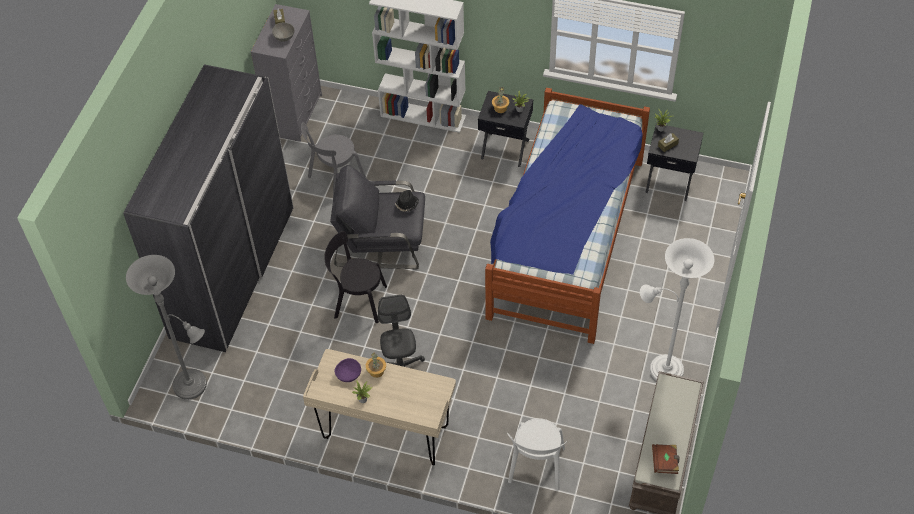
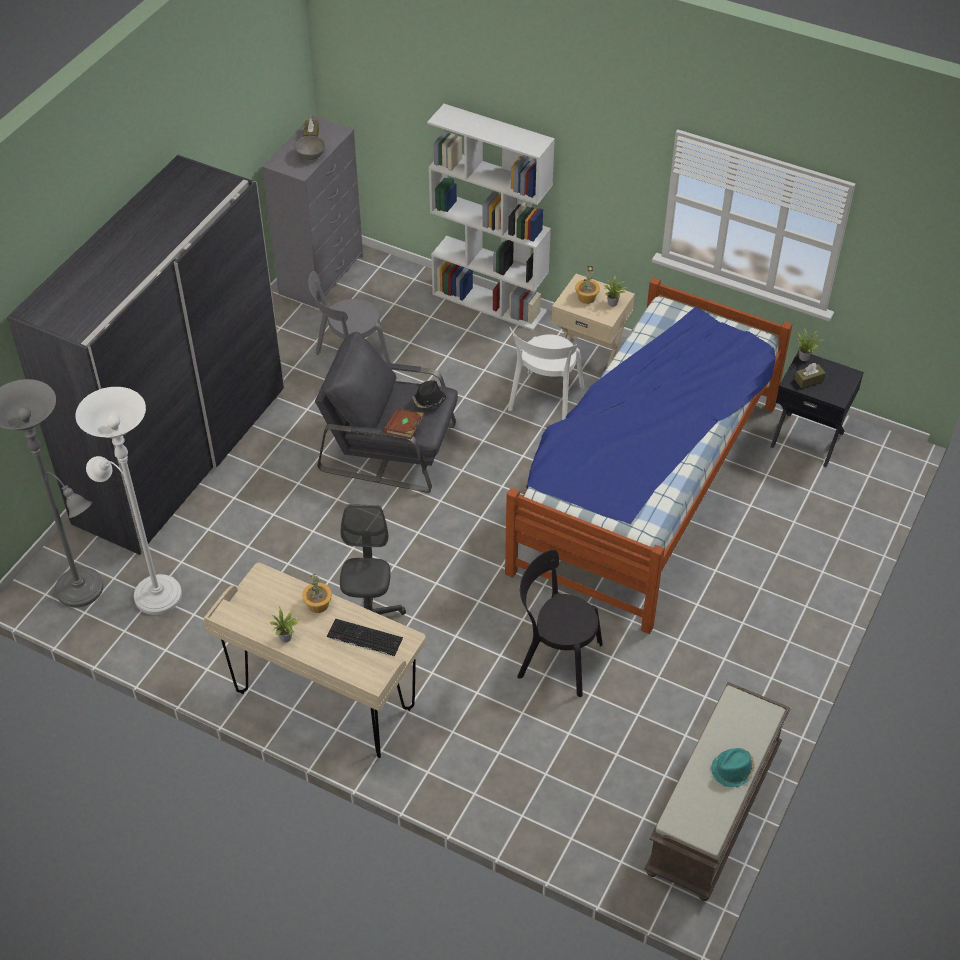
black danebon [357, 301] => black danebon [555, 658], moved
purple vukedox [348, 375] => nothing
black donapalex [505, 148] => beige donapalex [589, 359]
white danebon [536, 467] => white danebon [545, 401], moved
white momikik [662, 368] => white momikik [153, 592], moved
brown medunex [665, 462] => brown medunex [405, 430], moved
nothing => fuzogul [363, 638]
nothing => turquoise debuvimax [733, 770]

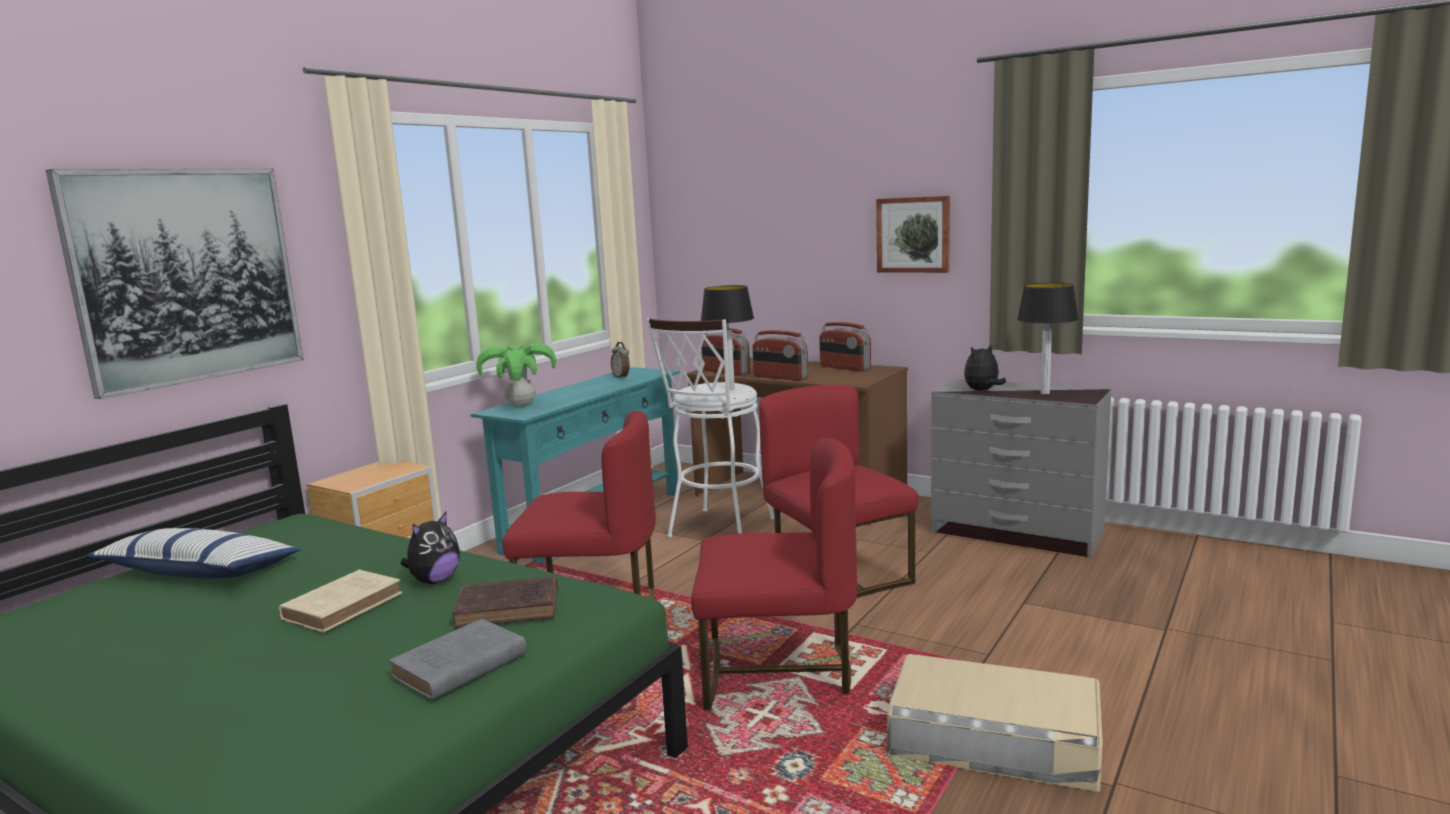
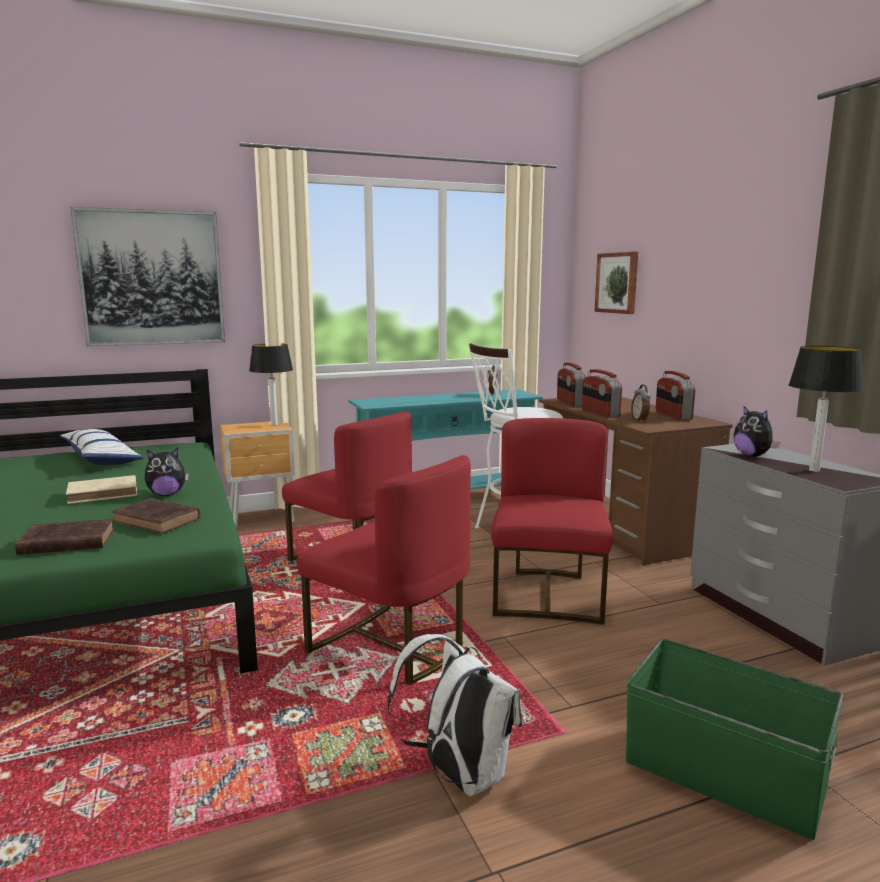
grey medunex [456, 667] => brown medunex [65, 542]
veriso [521, 405] => nothing
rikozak [730, 388] => rikozak [274, 425], moved
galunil [913, 234] => galunil [617, 283], moved
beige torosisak [994, 739] => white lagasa [459, 775]
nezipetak [982, 391] => nezipetak [752, 456], 120 degrees counterclockwise
nothing => green torosisak [723, 773]
nothing => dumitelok [640, 420]

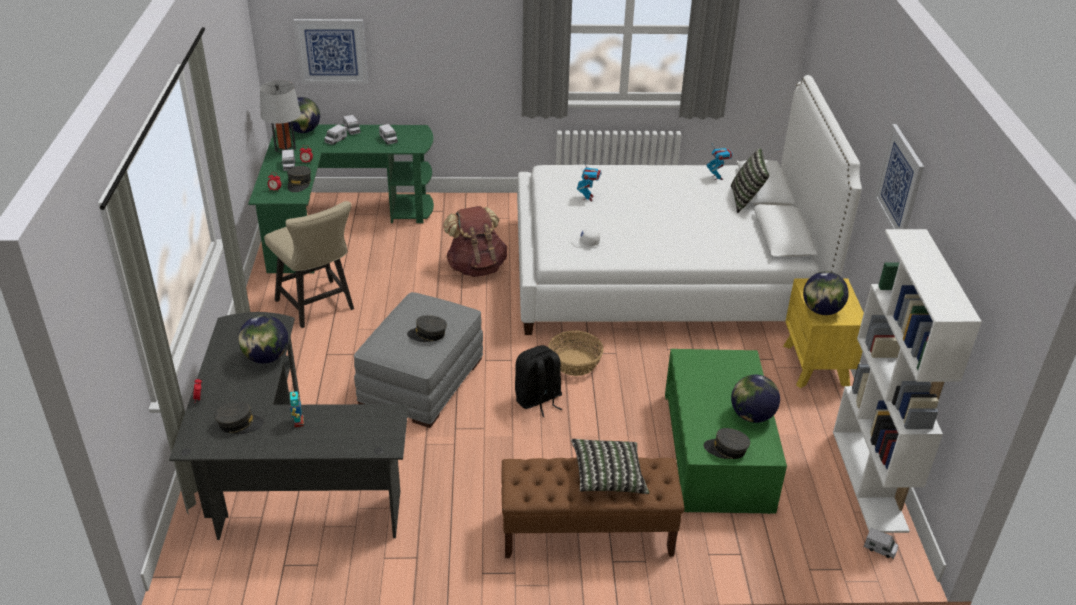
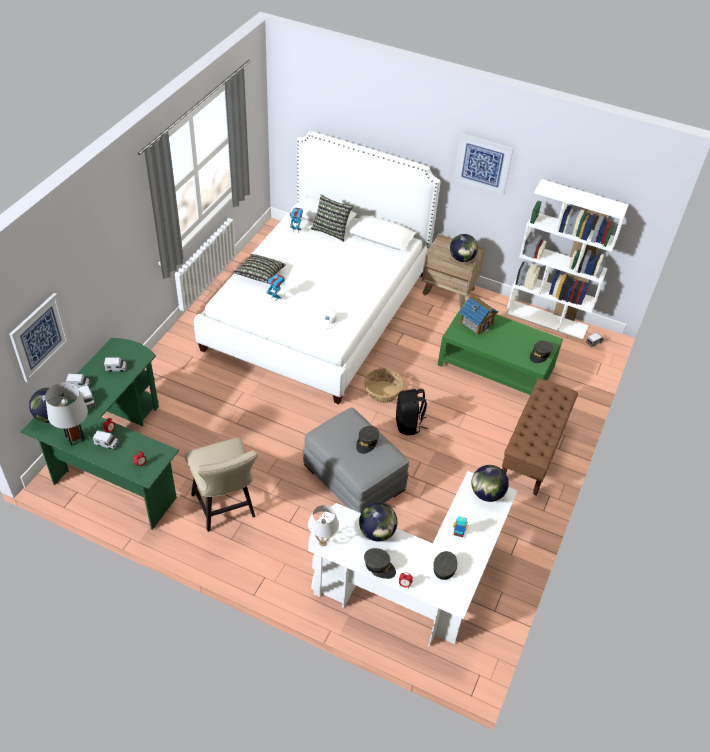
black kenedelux [284, 479] => white kenedelux [414, 588]
beige danebon [318, 307] => beige danebon [226, 509], 75 degrees clockwise
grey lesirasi [299, 183] => grey lesirasi [379, 566], moved
brown lagasa [476, 267] => nothing
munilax [608, 476] => munilax [259, 275], moved
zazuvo [751, 416] => zazuvo [486, 494], moved
yellow donapalex [816, 365] => brown donapalex [449, 291]
nothing => white rikozak [322, 543]
nothing => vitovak [476, 323]

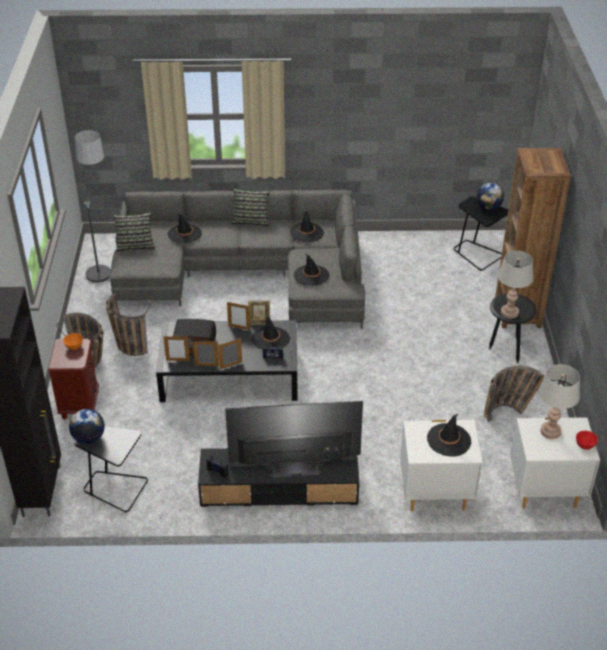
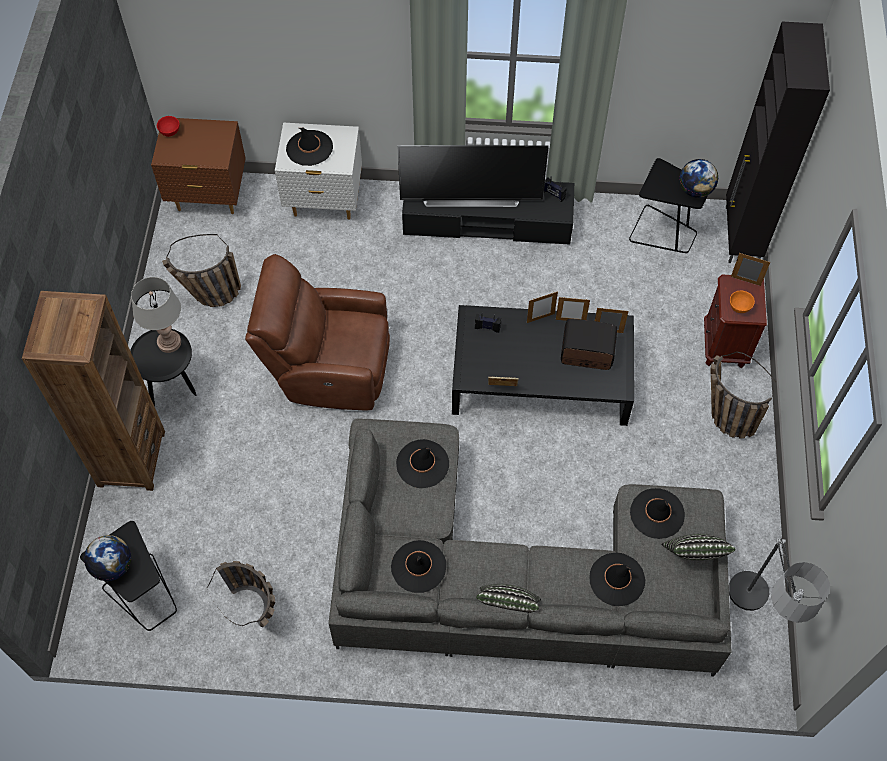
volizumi [127, 344] => volizumi [259, 611], moved
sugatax [239, 327] => sugatax [745, 281], moved
black debuvimax [270, 339] => black debuvimax [657, 514], moved
white donapalex [545, 492] => brown donapalex [209, 196]
grey rikozak [550, 431] => nothing
nothing => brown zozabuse [328, 367]

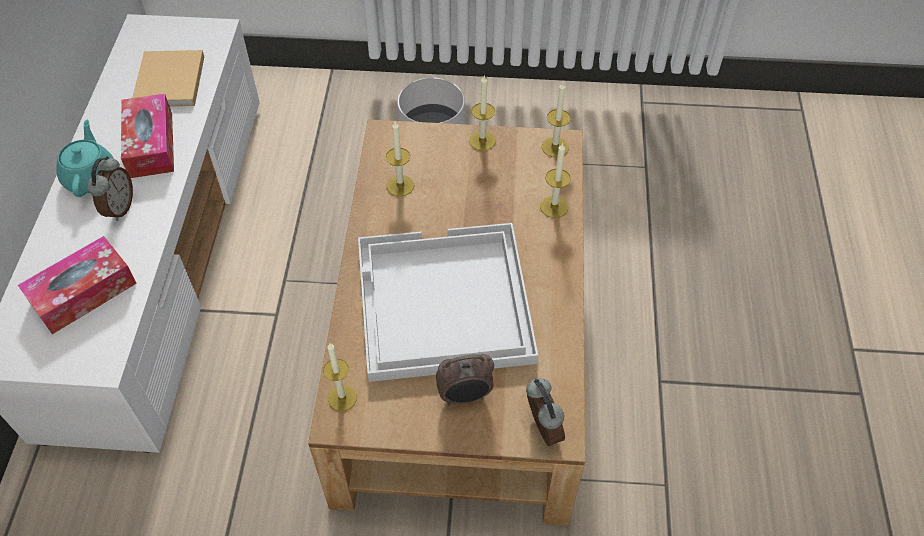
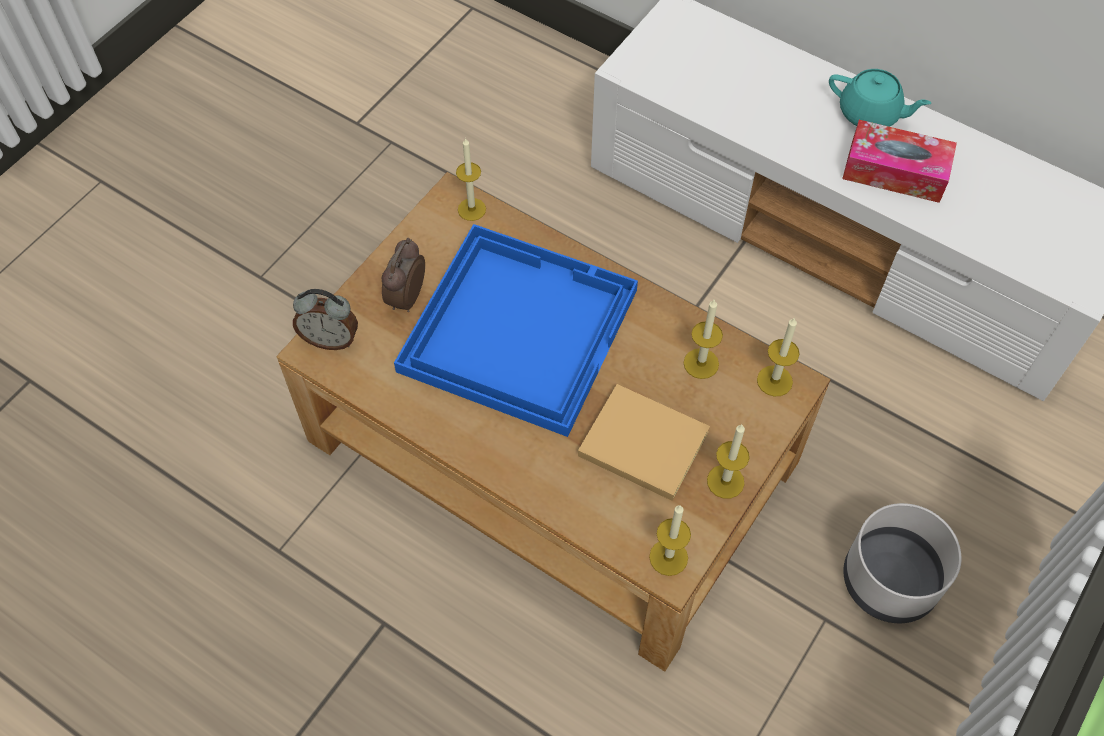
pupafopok [83, 293] => nothing
dumitelok [119, 208] => nothing
beige medunex [169, 83] => beige medunex [640, 442], moved
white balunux [442, 304] => blue balunux [517, 328]
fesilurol [554, 207] => fesilurol [774, 381], moved

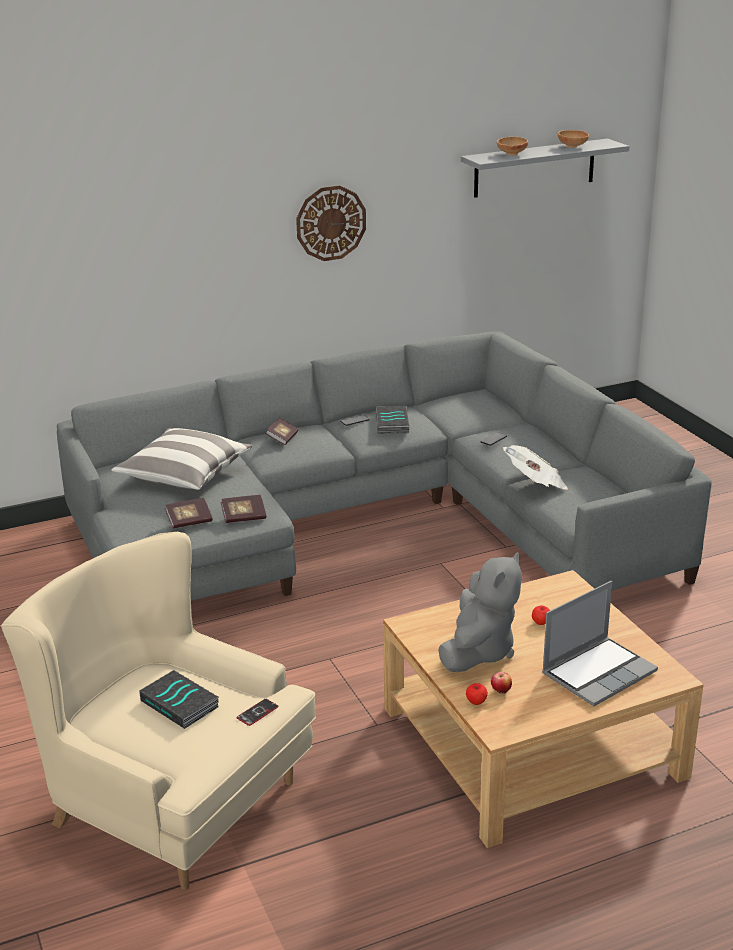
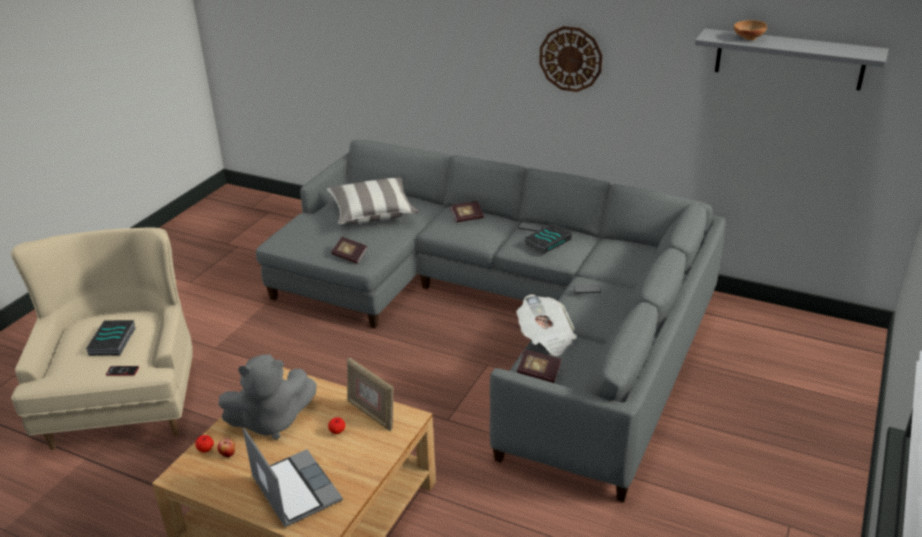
medunex [189, 521] => medunex [539, 373], moved
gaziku [598, 672] => gaziku [294, 489], 135 degrees counterclockwise
brown vukedox [572, 147] => nothing
nothing => sugatax [371, 414]

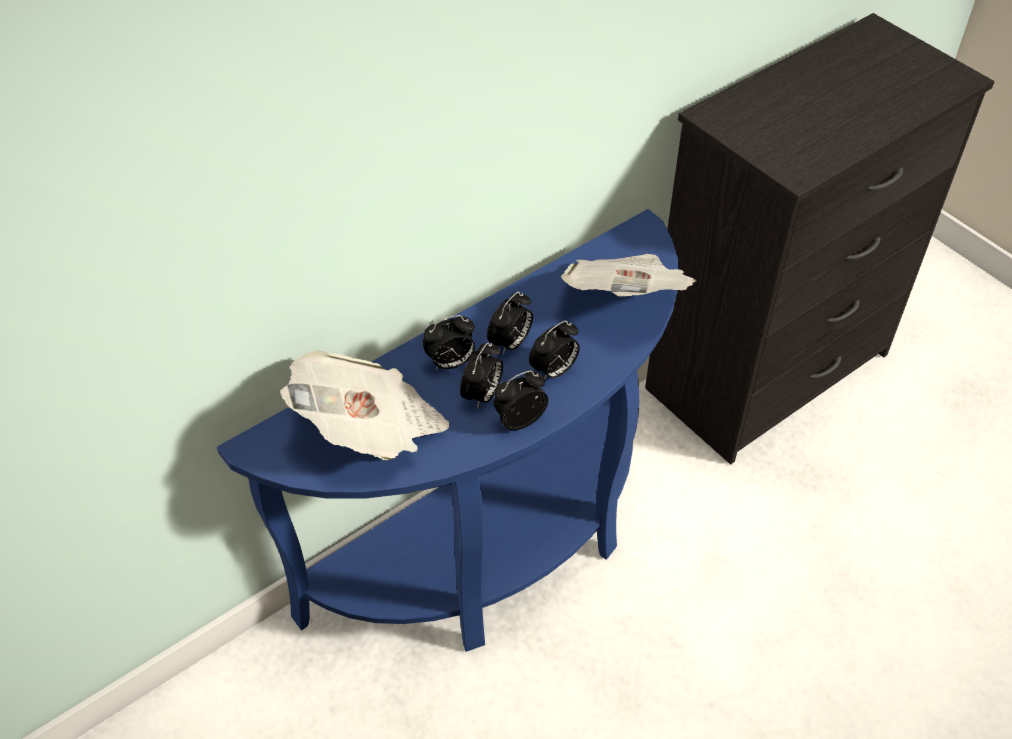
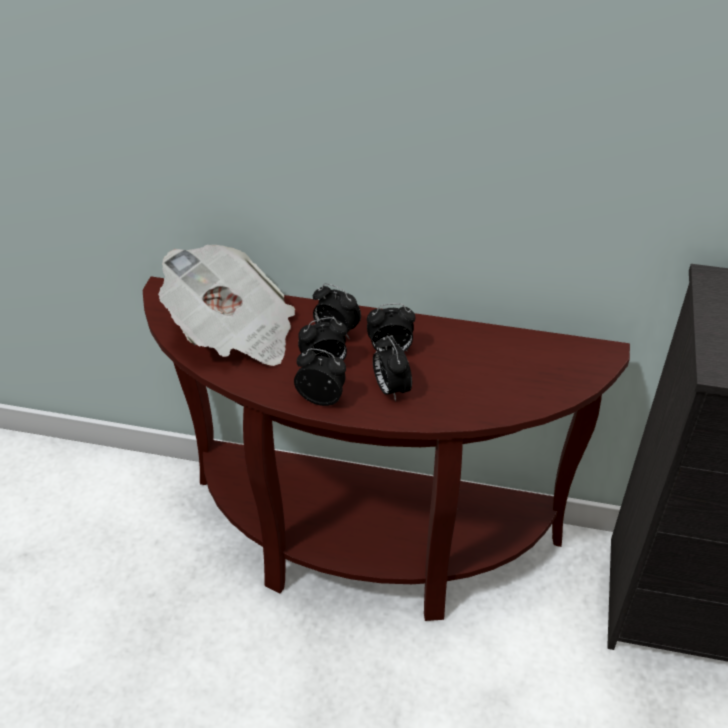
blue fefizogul [498, 548] => brown fefizogul [366, 546]
dumitelok [554, 371] => dumitelok [390, 389], 60 degrees clockwise
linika [626, 300] => nothing

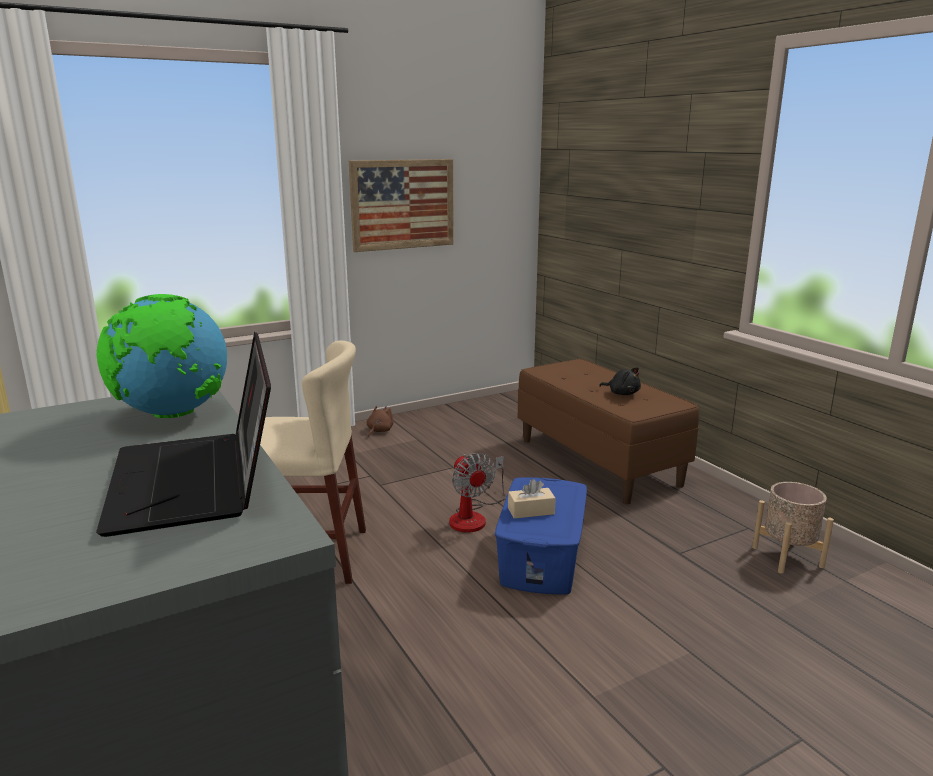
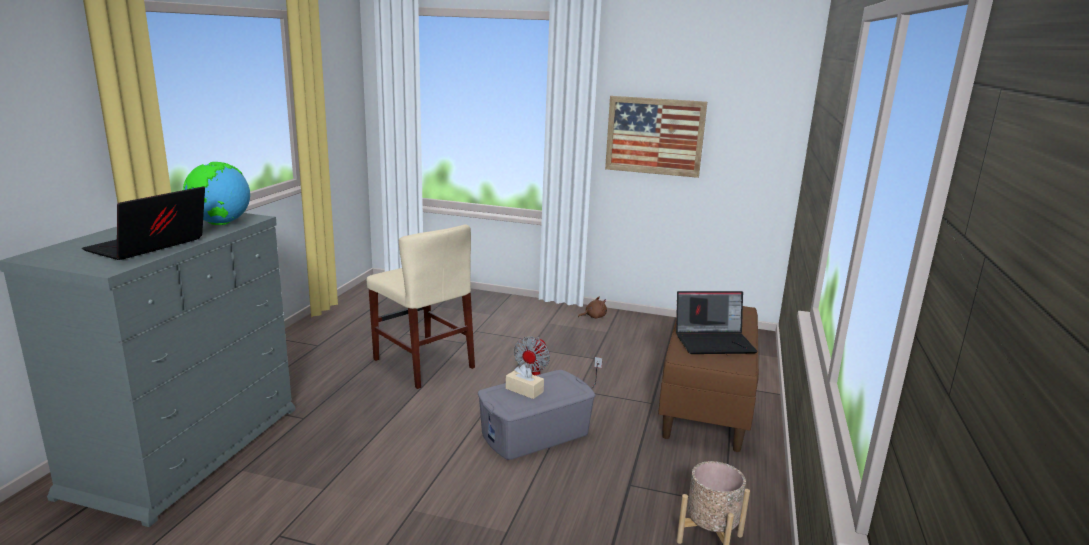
blue torosisak [542, 557] => grey torosisak [535, 434]
black nezipetak [622, 393] => gaziku [714, 342]

